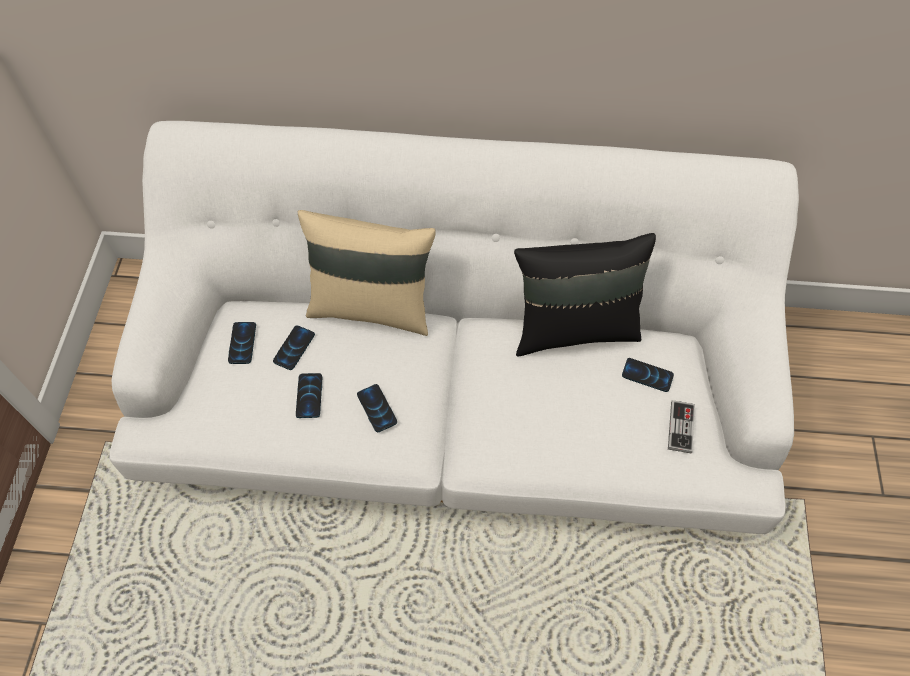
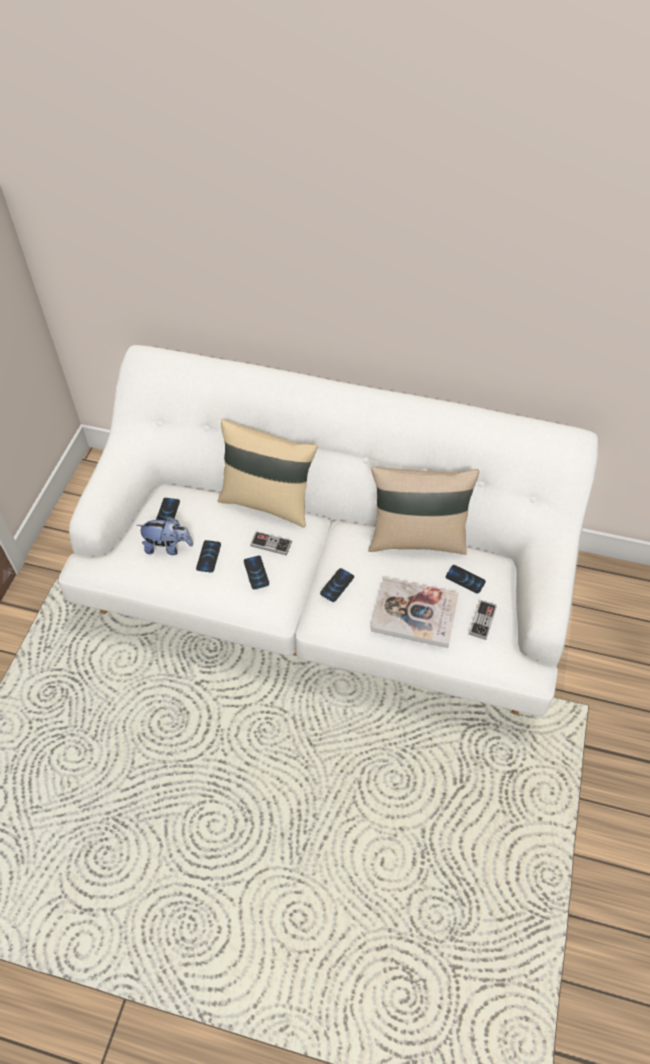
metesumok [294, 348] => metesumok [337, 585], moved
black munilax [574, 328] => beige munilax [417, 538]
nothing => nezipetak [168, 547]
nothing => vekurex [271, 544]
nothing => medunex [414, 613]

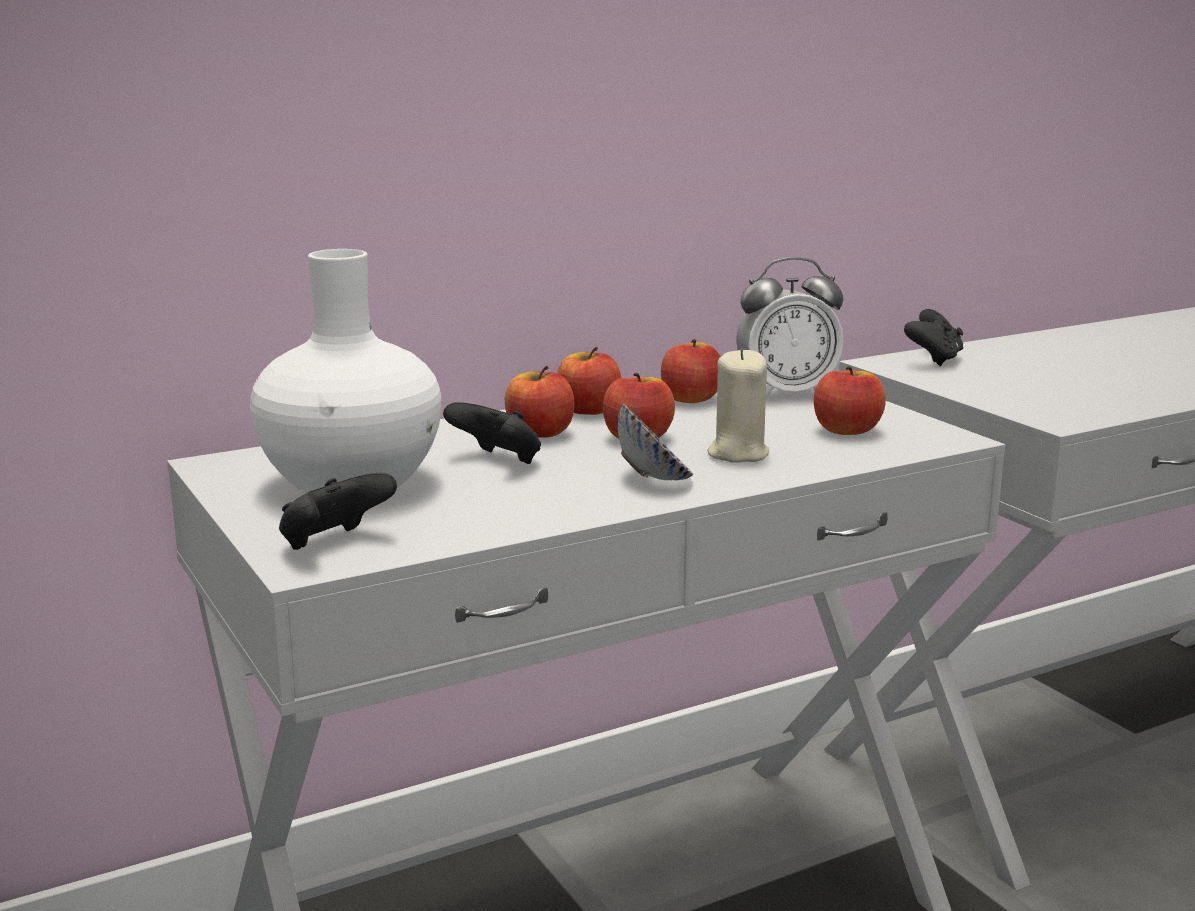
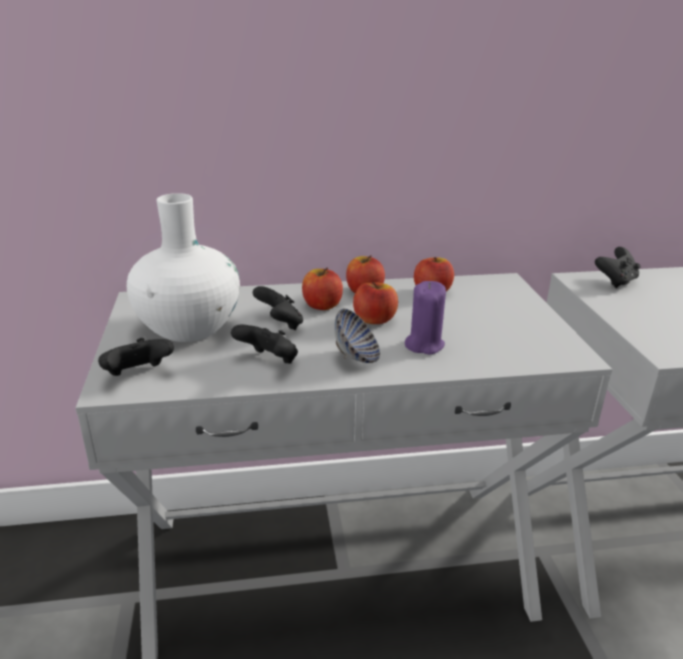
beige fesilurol [737, 454] => purple fesilurol [424, 344]
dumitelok [786, 393] => nothing
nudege [847, 430] => nothing
nothing => black vekurex [269, 361]

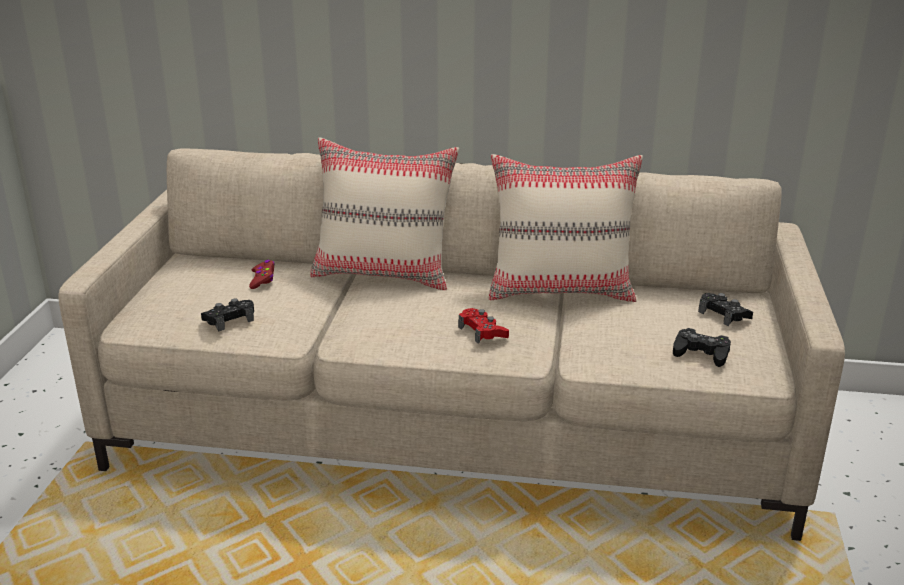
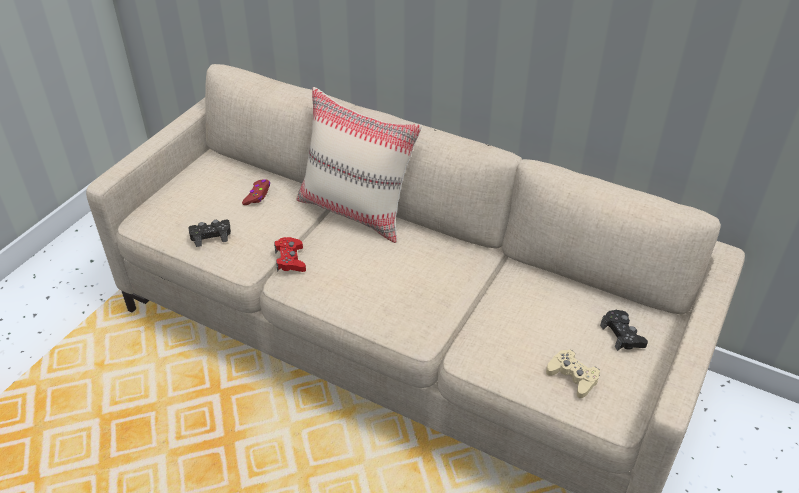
red vekurex [482, 331] => red vekurex [290, 260], moved
beige munilax [561, 290] => nothing
black vekurex [701, 353] => beige vekurex [572, 377]

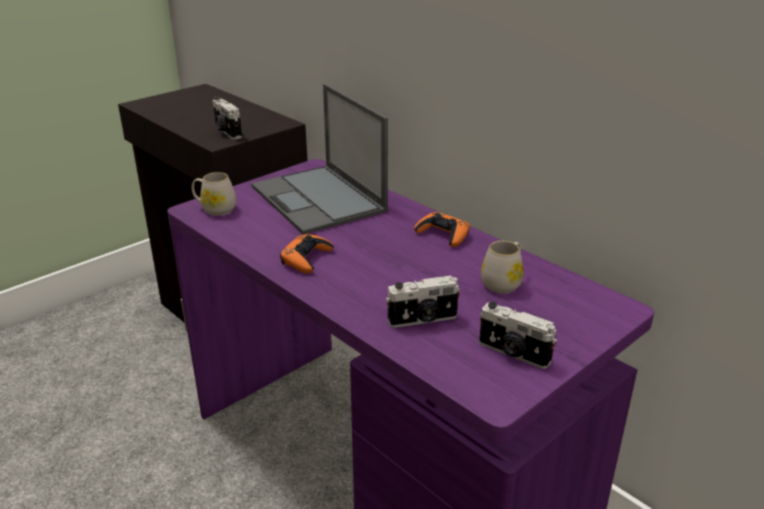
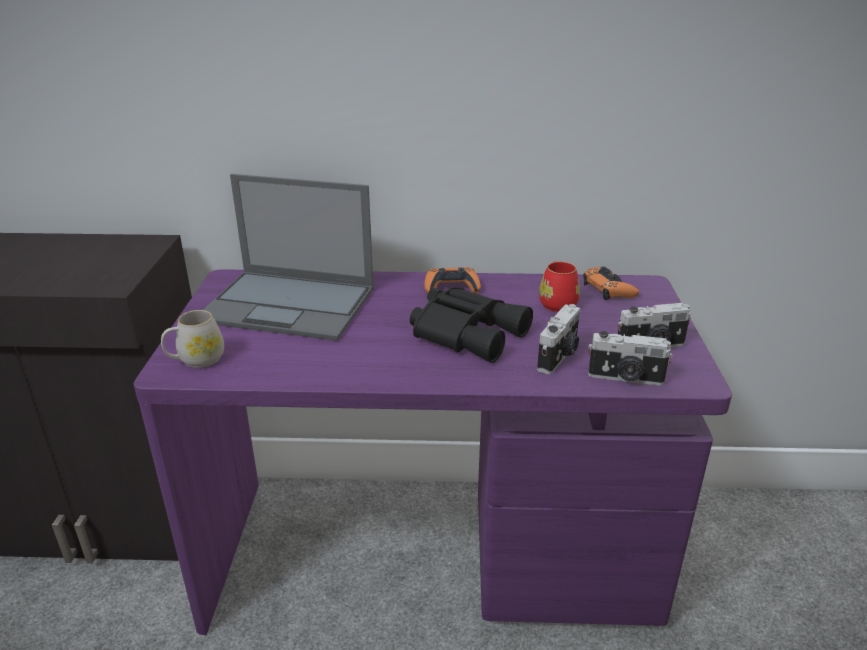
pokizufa [227, 132] => pokizufa [625, 378], moved
orange vekurex [306, 259] => orange vekurex [608, 289], moved
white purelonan [503, 282] => red purelonan [556, 302]
nothing => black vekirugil [468, 332]

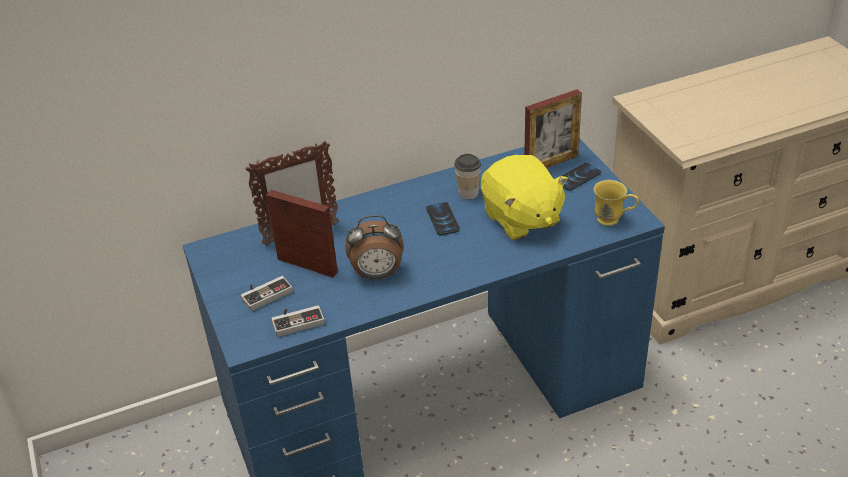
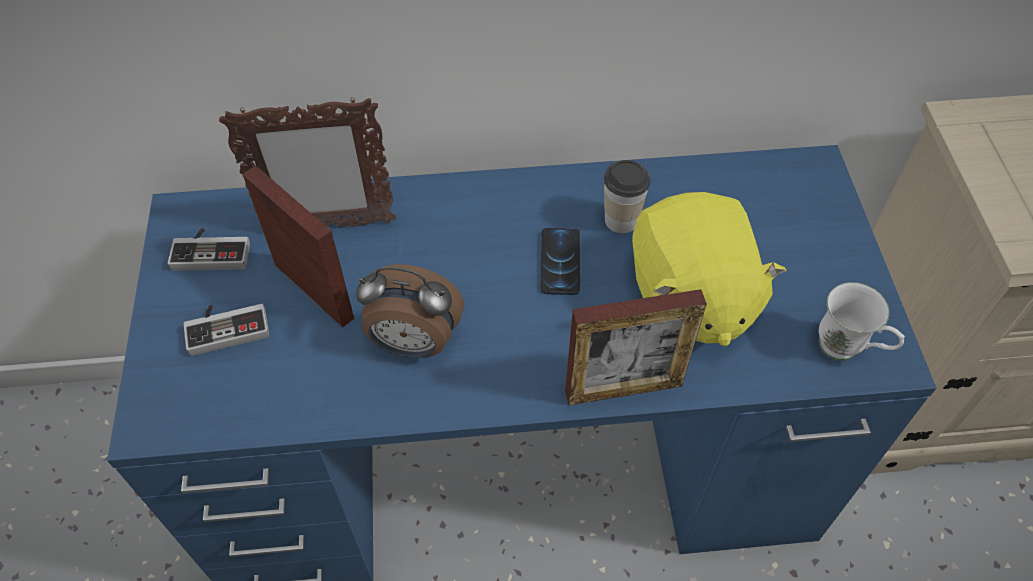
vekurex [297, 320] => vekurex [212, 251], moved
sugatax [551, 163] => sugatax [623, 389], moved
metesumok [578, 177] => nothing
yellow purelonan [613, 221] => white purelonan [847, 351]

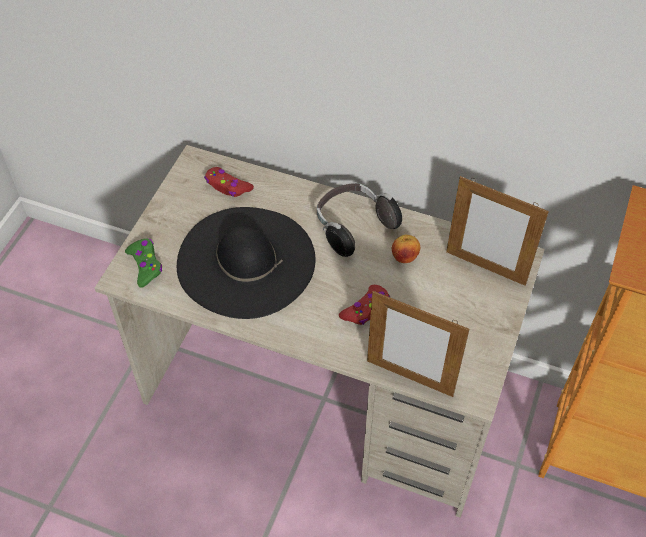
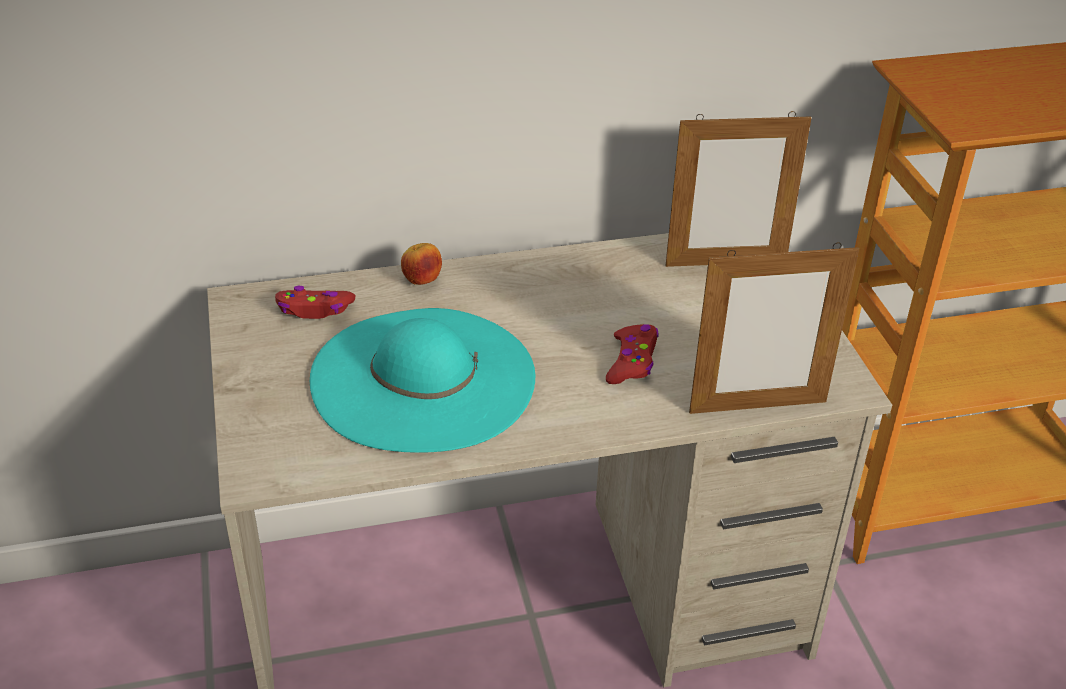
green vekurex [145, 265] => nothing
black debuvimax [246, 261] => turquoise debuvimax [423, 378]
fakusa [353, 226] => nothing
nudege [404, 257] => nudege [421, 281], moved

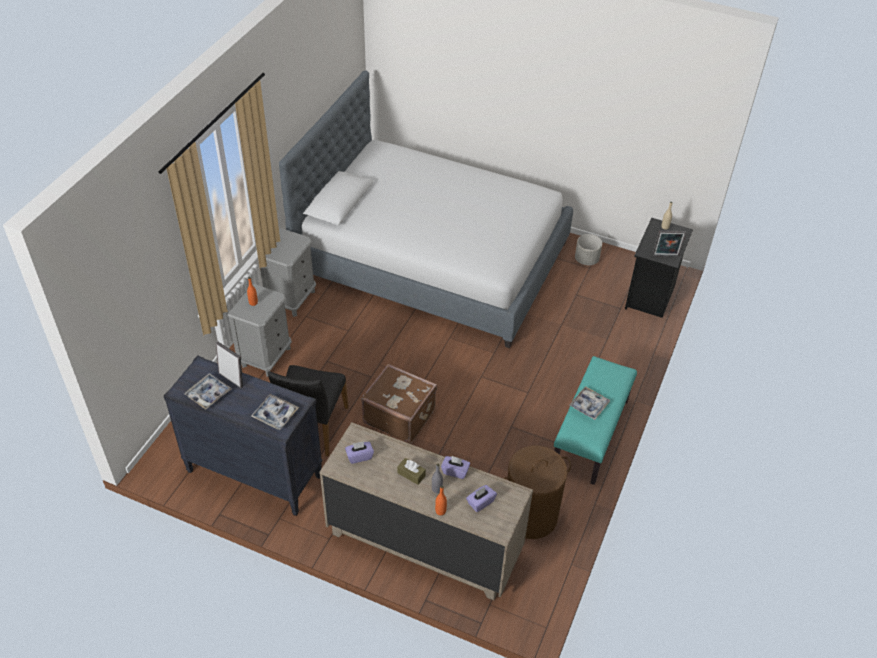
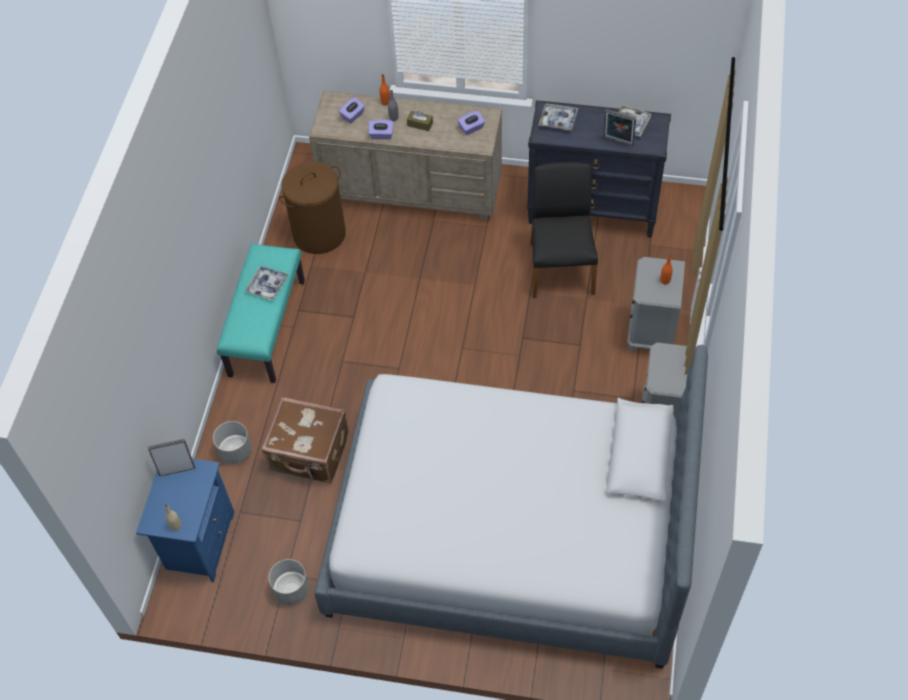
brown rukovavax [399, 415] => brown rukovavax [310, 454], moved
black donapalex [650, 297] => blue donapalex [199, 542]
nothing => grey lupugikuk [235, 452]

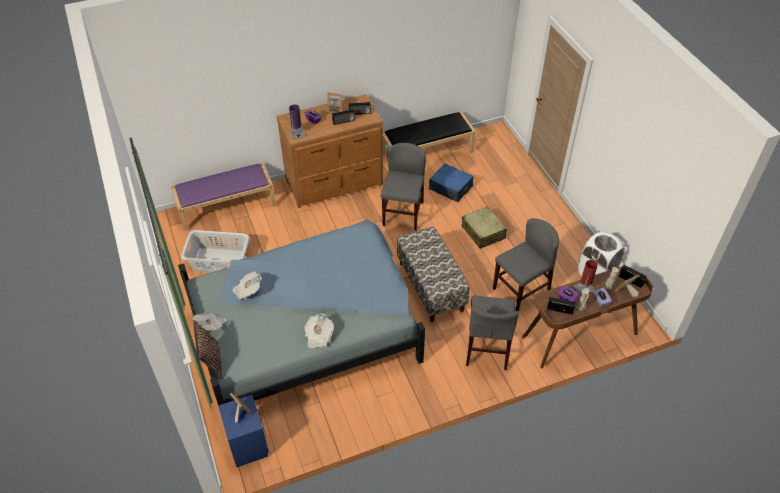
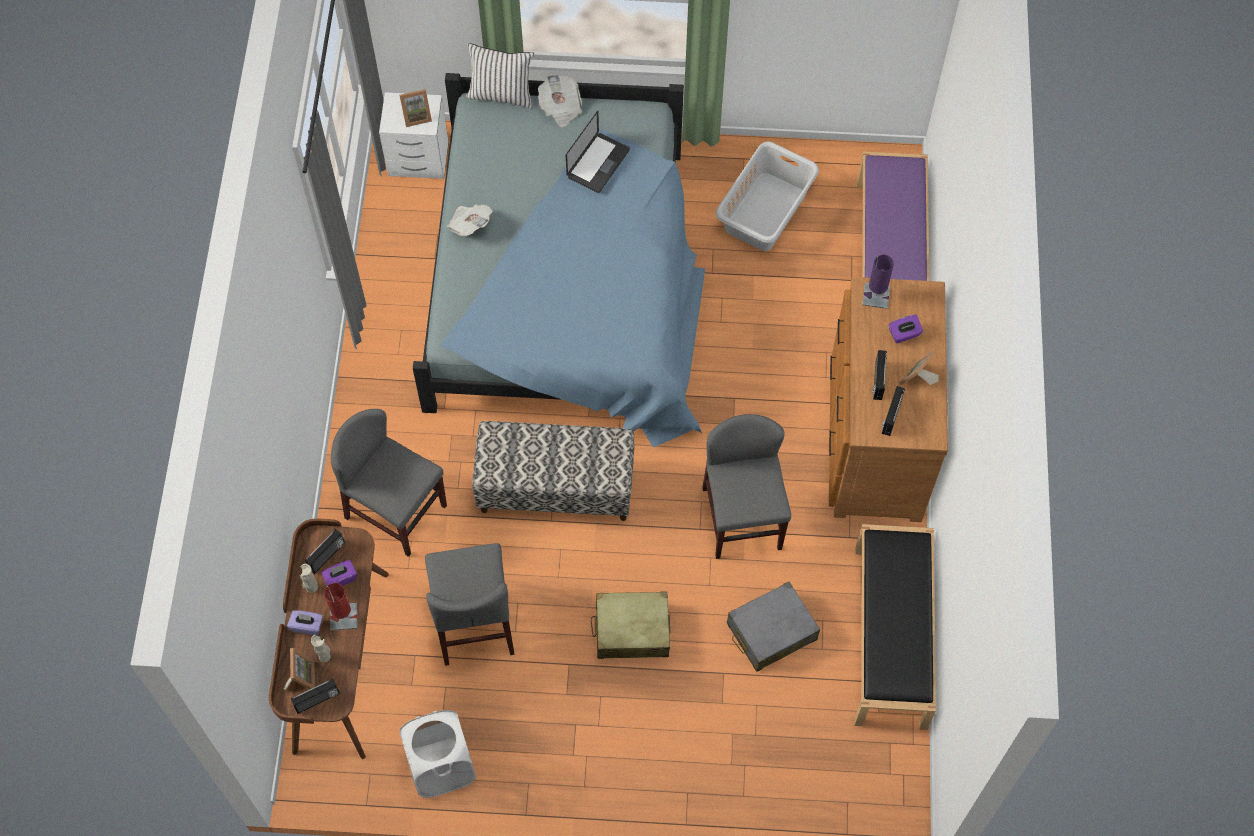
brown munilax [211, 361] => white munilax [501, 94]
blue donapalex [248, 443] => white donapalex [419, 160]
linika [247, 290] => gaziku [598, 163]
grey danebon [403, 214] => grey danebon [742, 518], 135 degrees counterclockwise
blue rukovavax [451, 188] => grey rukovavax [771, 631]

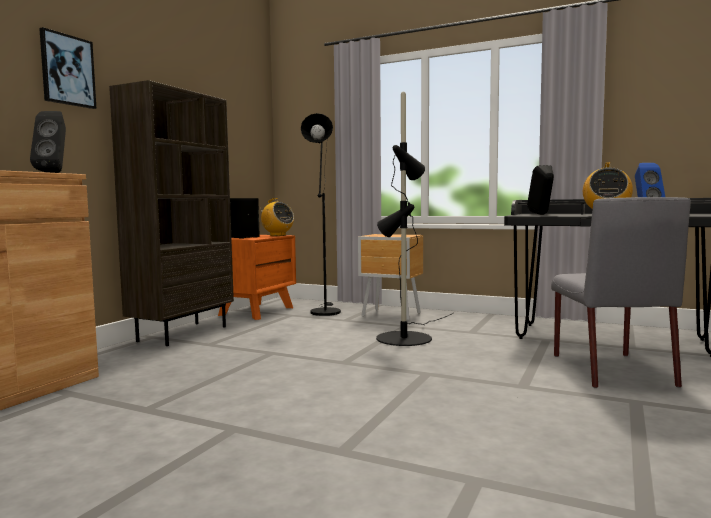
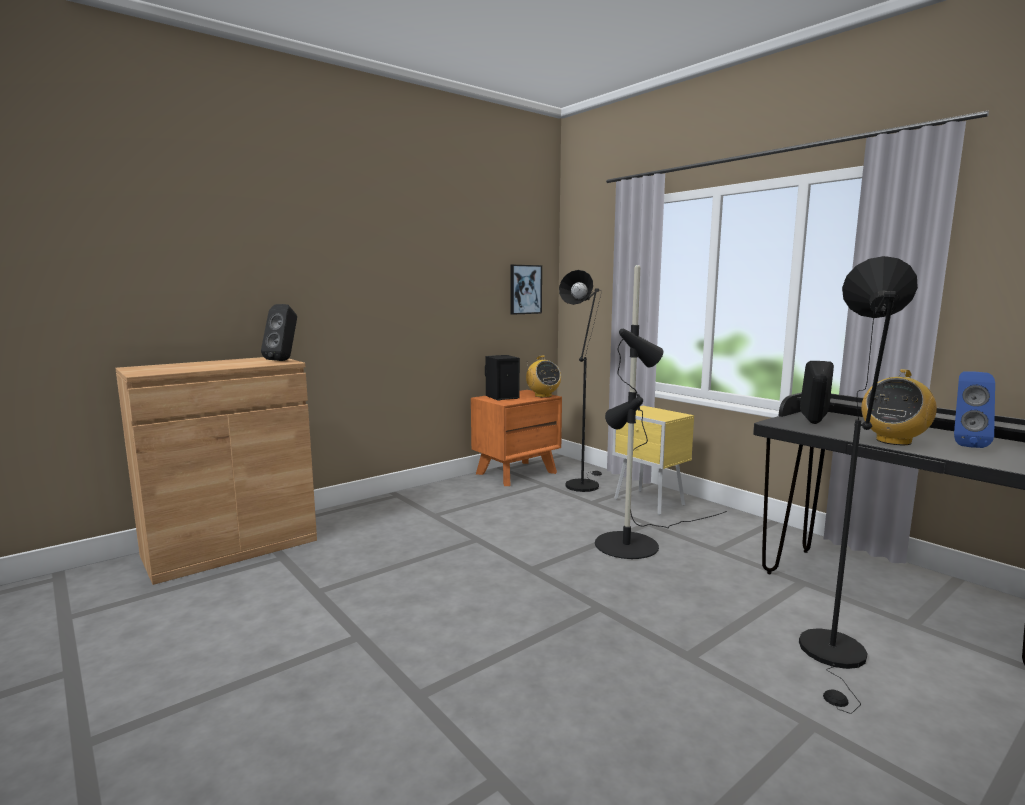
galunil [67, 70] => galunil [525, 289], moved
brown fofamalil [182, 333] => nothing
brown donapalex [392, 315] => yellow donapalex [649, 503]
grey danebon [610, 369] => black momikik [835, 657]

